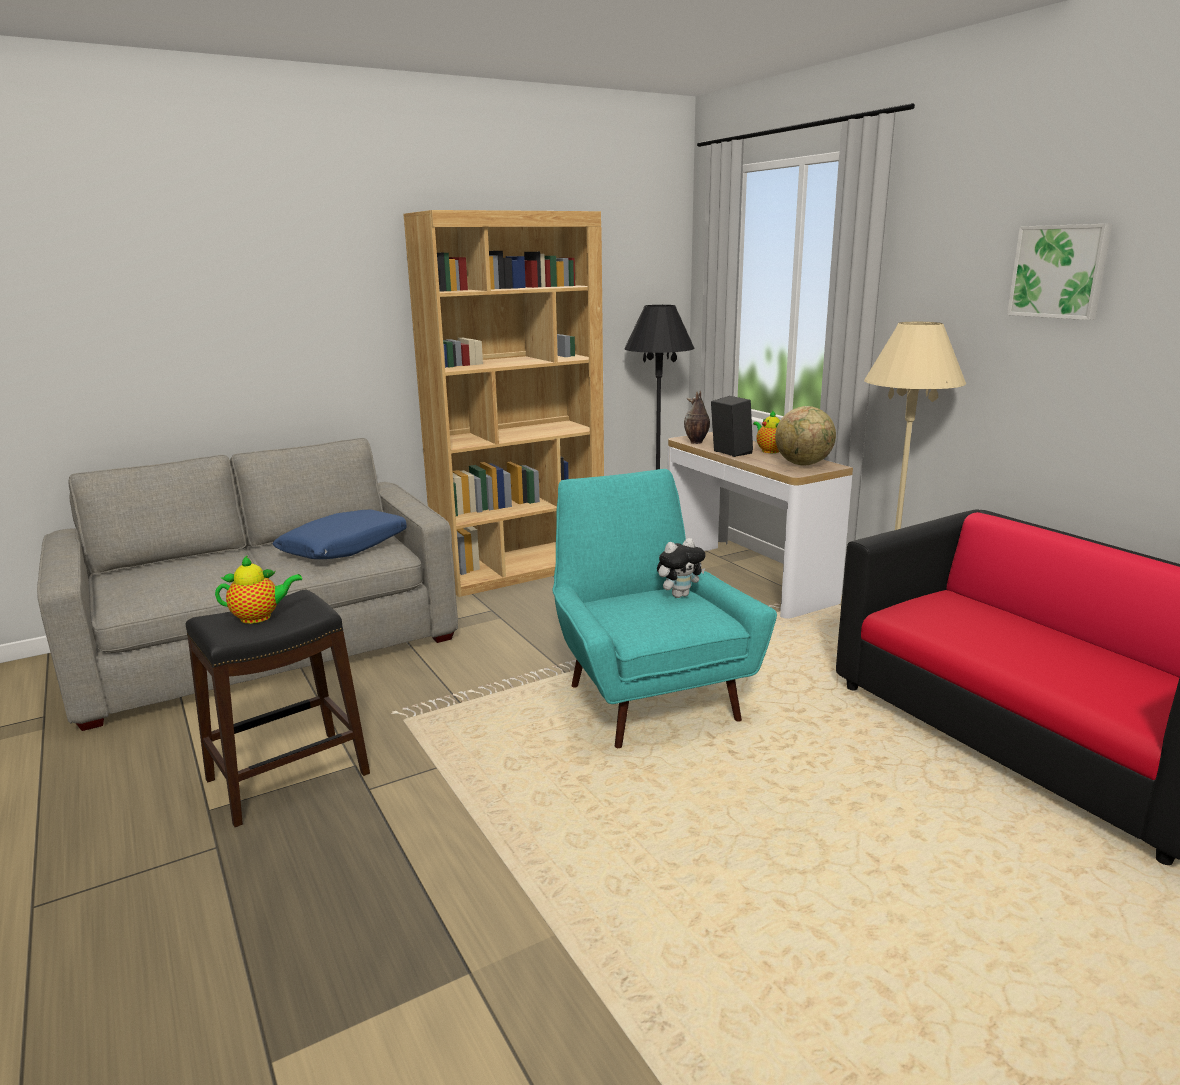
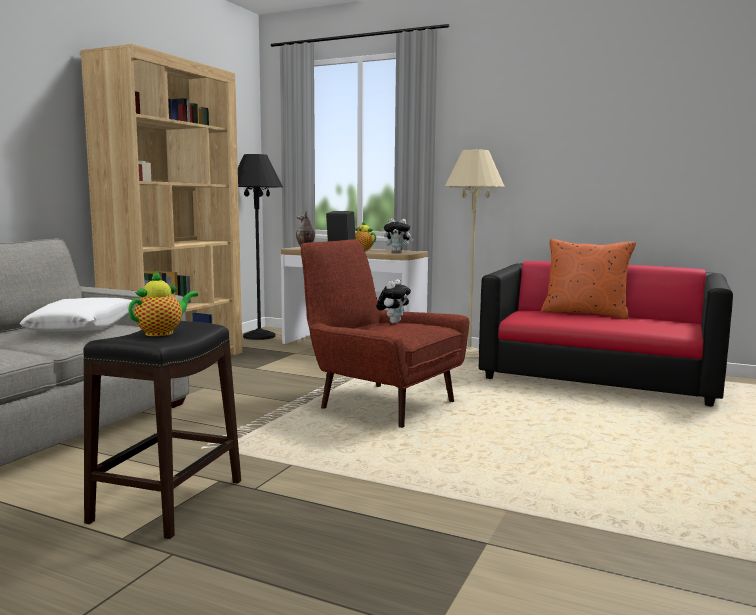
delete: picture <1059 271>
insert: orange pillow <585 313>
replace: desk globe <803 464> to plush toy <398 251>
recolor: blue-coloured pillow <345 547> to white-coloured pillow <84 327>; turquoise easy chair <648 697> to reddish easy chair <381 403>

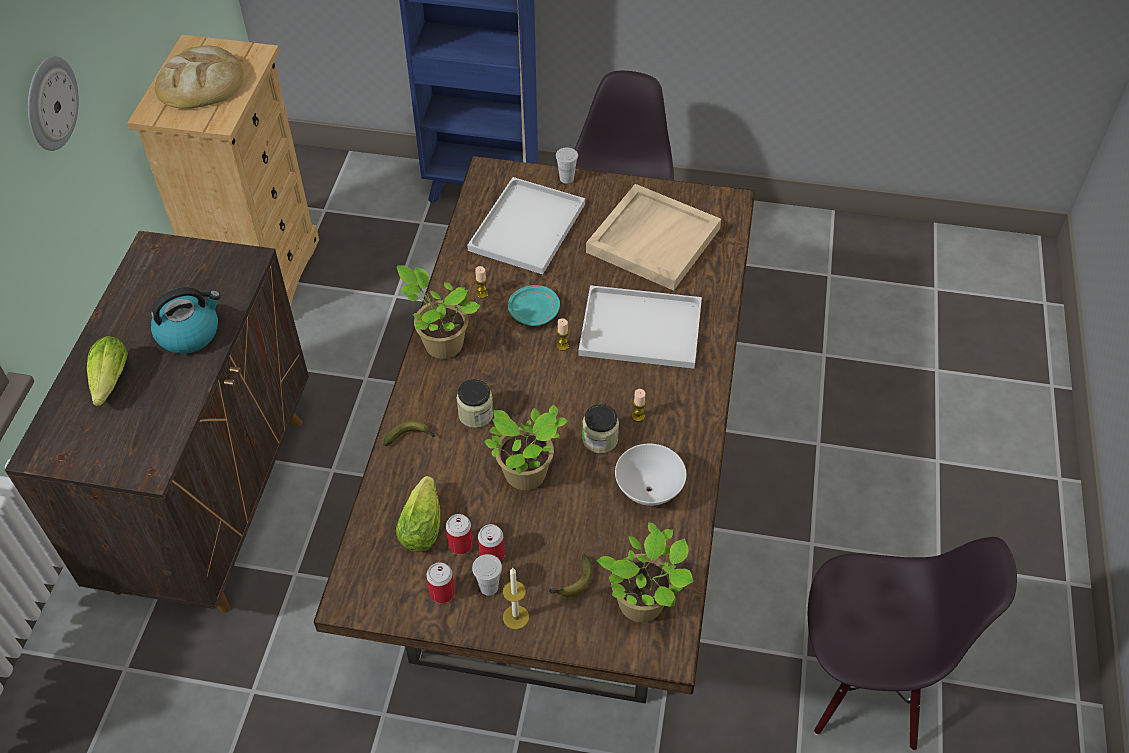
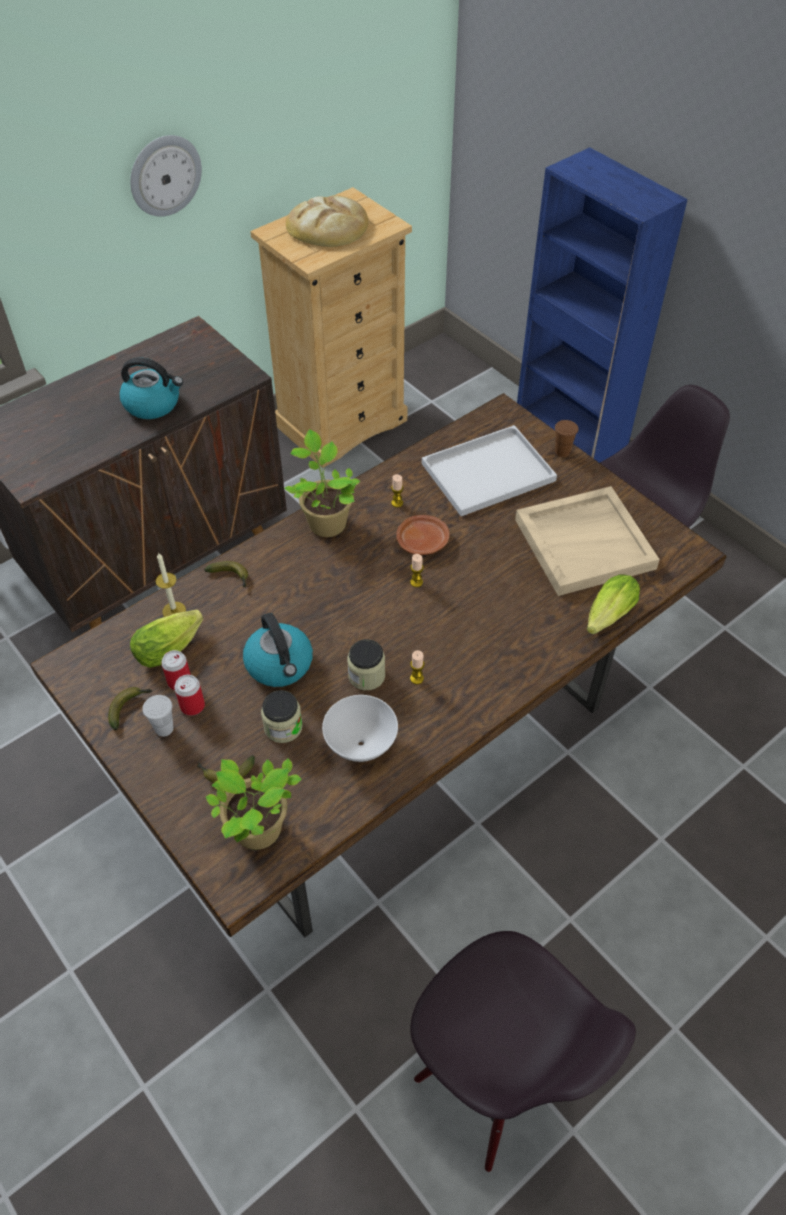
delete: white-coloured serving tray <638 329>
move: wax candle <515 617> to <174 611>; preserve jar <476 414> to <283 727>; lettuce <109 384> to <606 618>
replace: sealed can <442 592> to whole banana <129 708>; houseplant <526 476> to kettle <280 665>
recolor: turquoise flat dish <534 311> to brownish flat dish <422 541>; white-coloured cup <566 178> to brownish cup <562 452>

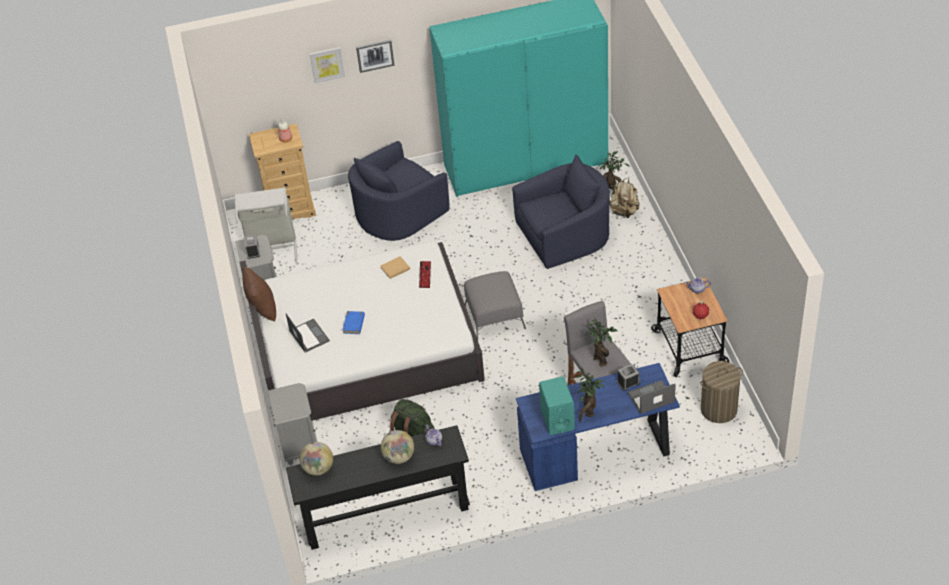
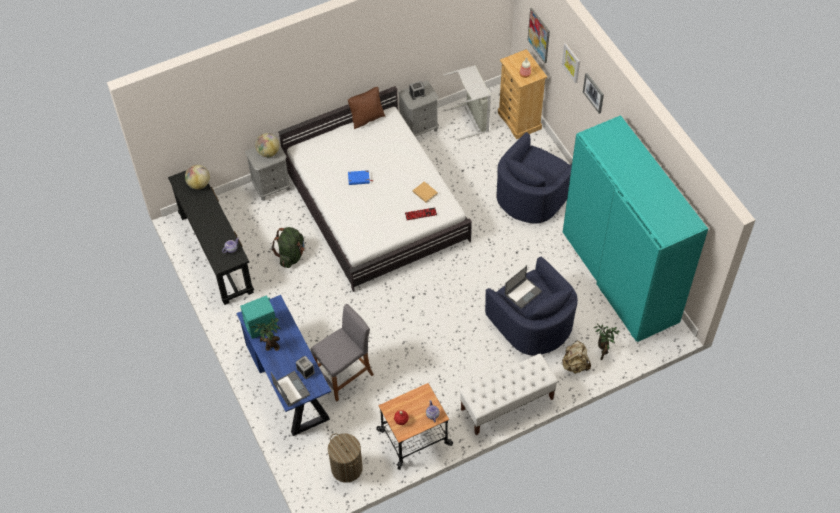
delete: gray pouffe <494 316>; houseplant <600 359>
insert: white-coloured indoor bench <506 404>; picture <539 35>
move: desk globe <399 457> to <268 152>; portable computer <309 335> to <523 292>
rotate: blue-coloured easy chair <398 213> = <532 194> 90 degrees counterclockwise

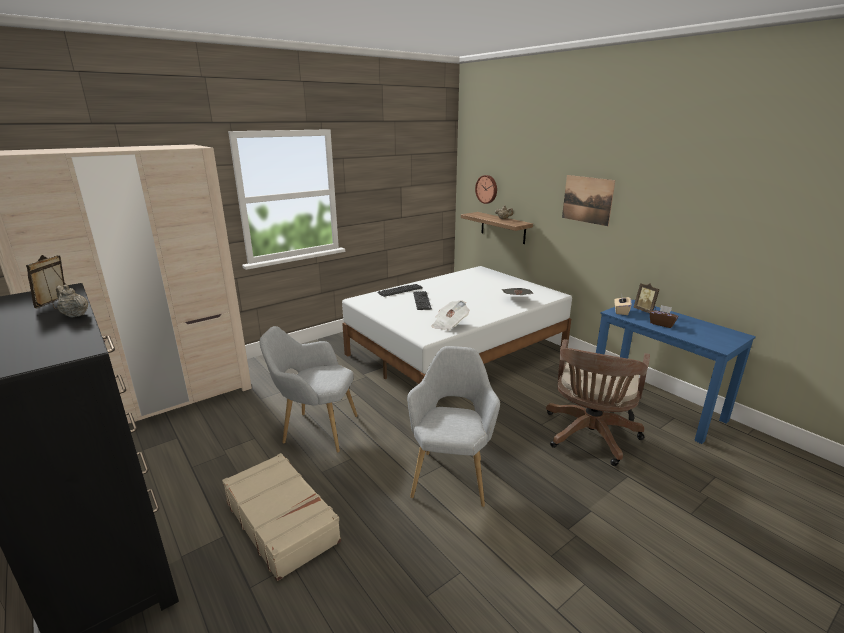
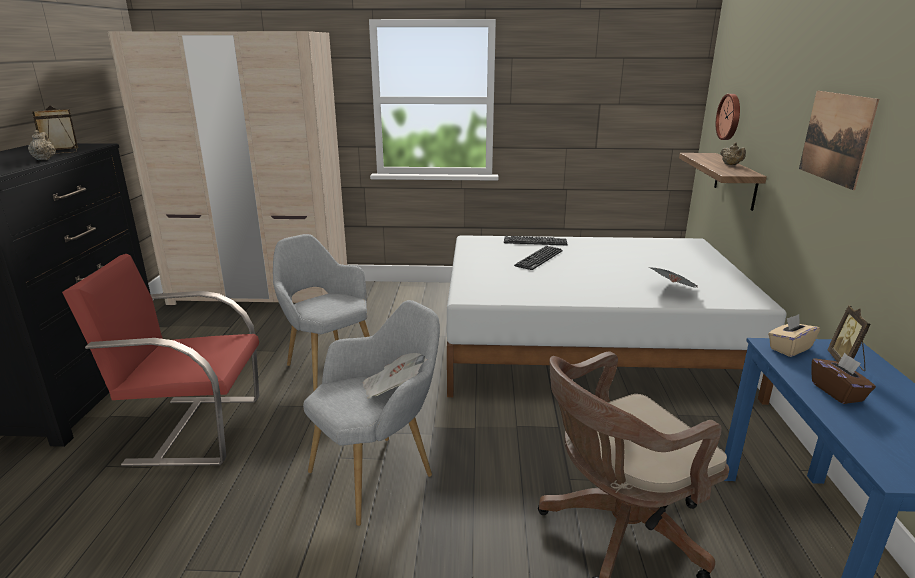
move: daily paper <449 324> to <394 388>
replace: beige-coloured travel case <282 521> to reddish easy chair <194 429>

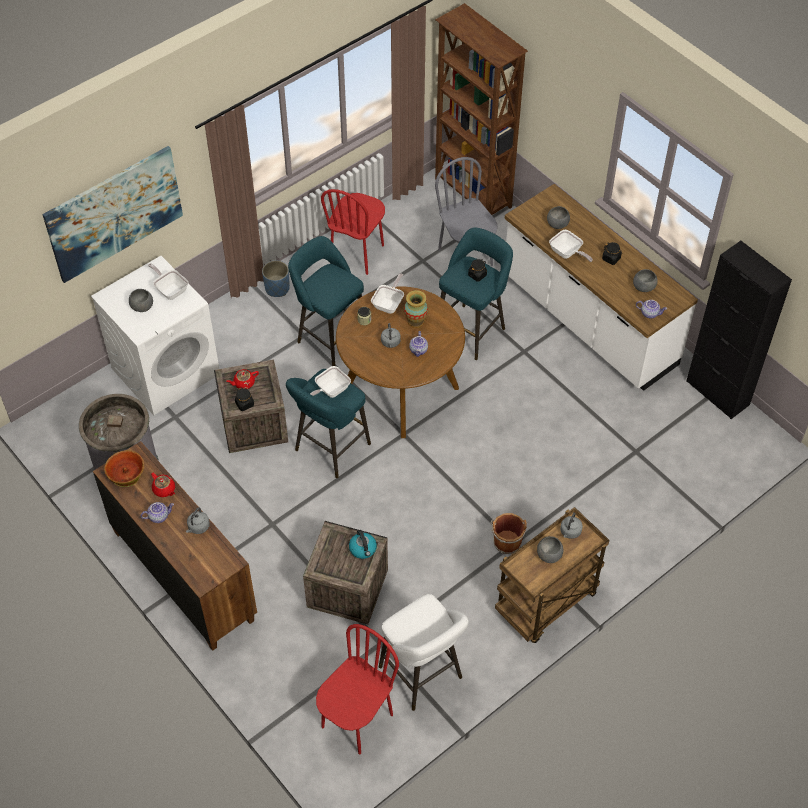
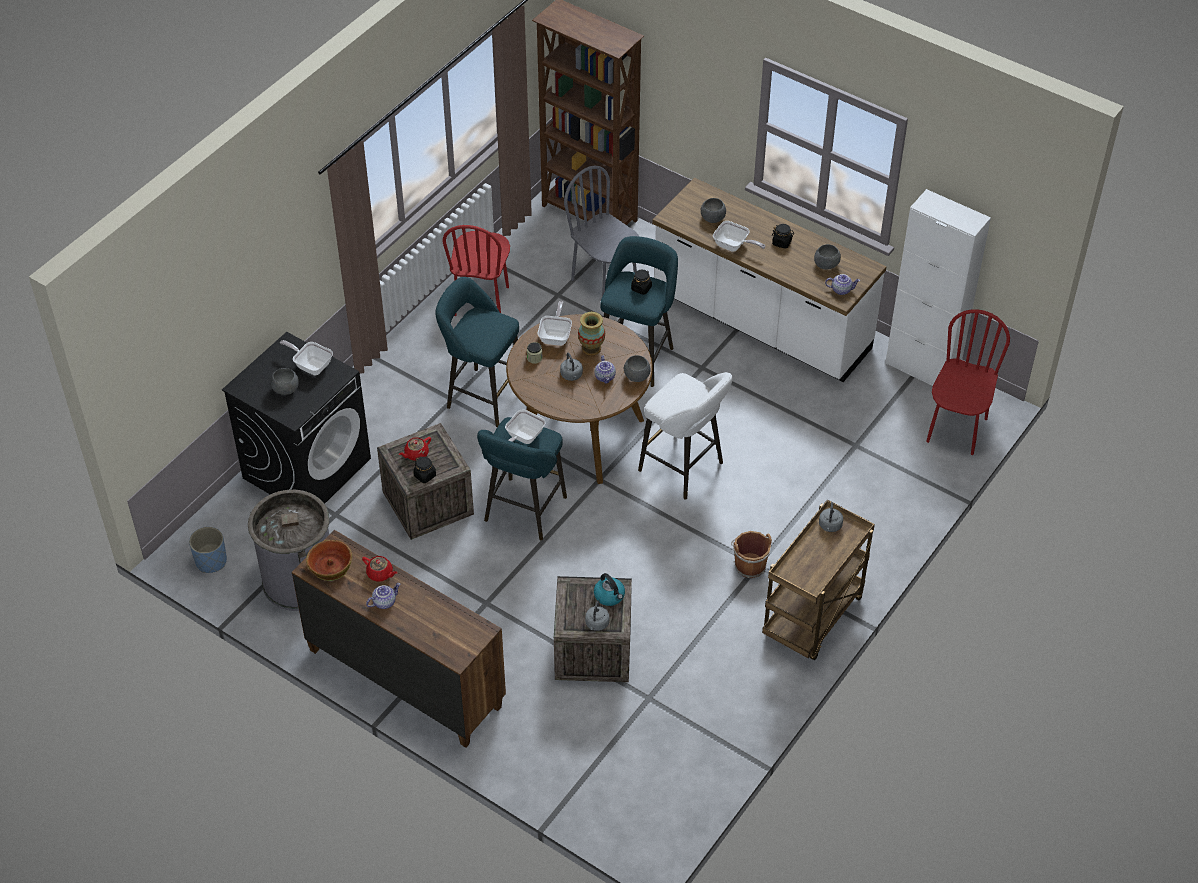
delete: picture <114 213>
move: blue-coloured plant pot <277 288> to <211 561>; gray kettle <198 527> to <596 624>; gray deep dish <548 555> to <636 377>; white-coloured stool seat <423 675> to <684 469>; reddish upright chair <356 720> to <956 430>
recolor: white-coloured laundry machine <166 370> to blackish laundry machine <307 467>; blackish storage cabinet <717 393> to white-coloured storage cabinet <922 369>

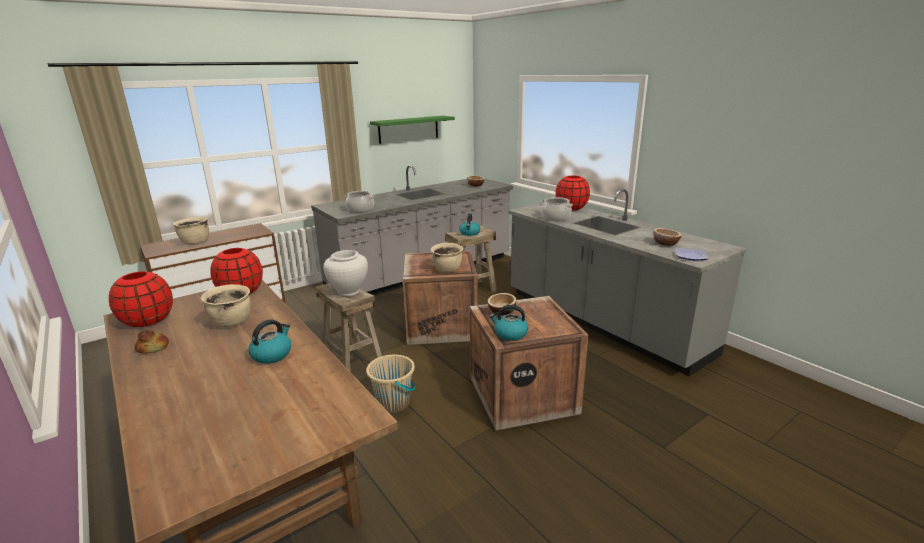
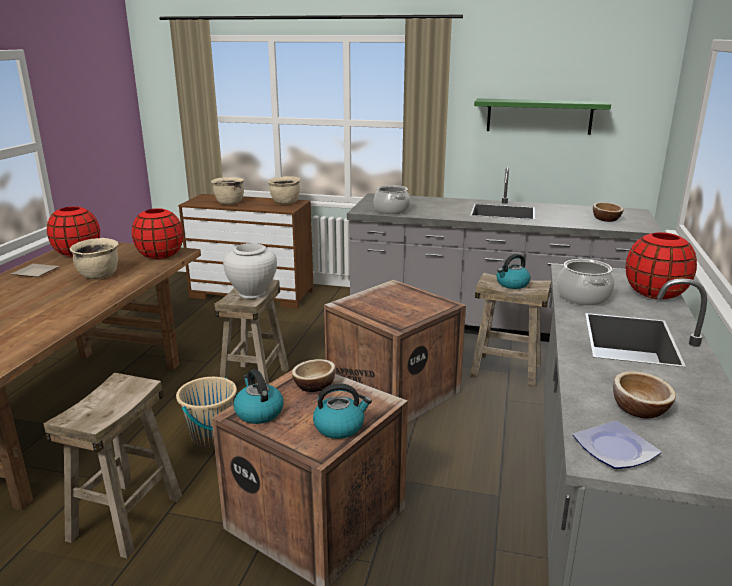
insert: beige-coloured stool seat <126 517>
move: beige-coloured cooking pot <447 270> to <285 203>; kettle <272 354> to <340 427>
replace: baked bread <153 347> to flat dish <35 272>

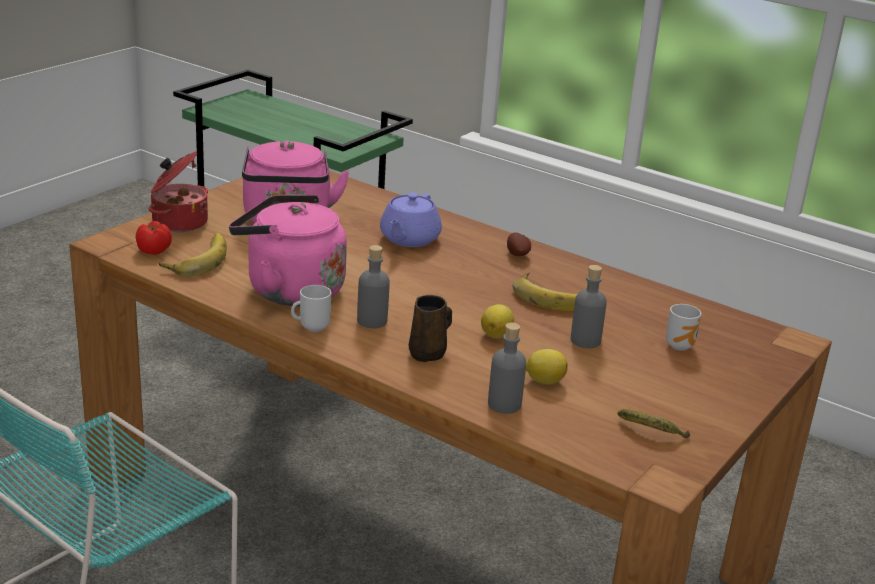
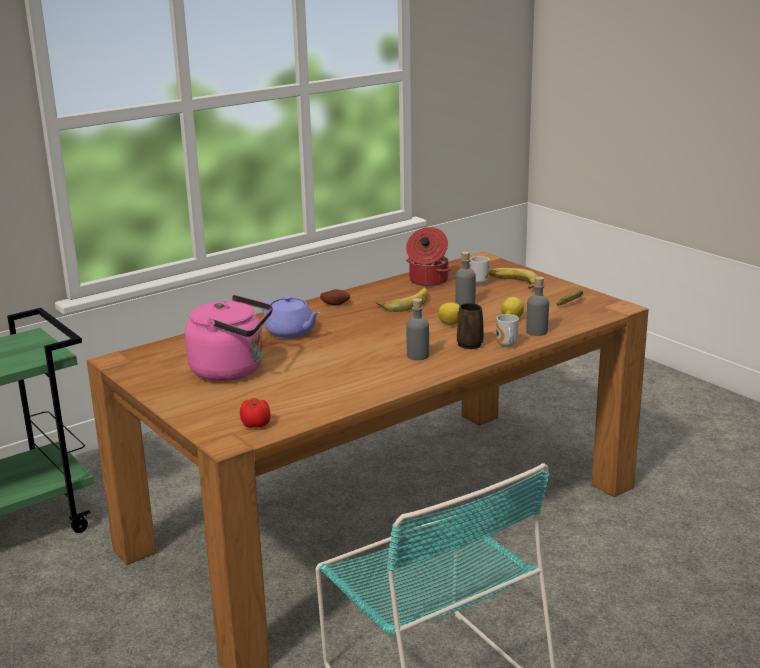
delete: pink-coloured kettle <289 289>
move: cooking pot <178 222> to <427 281>; whole banana <196 259> to <513 283>; tea mug <312 327> to <506 345>

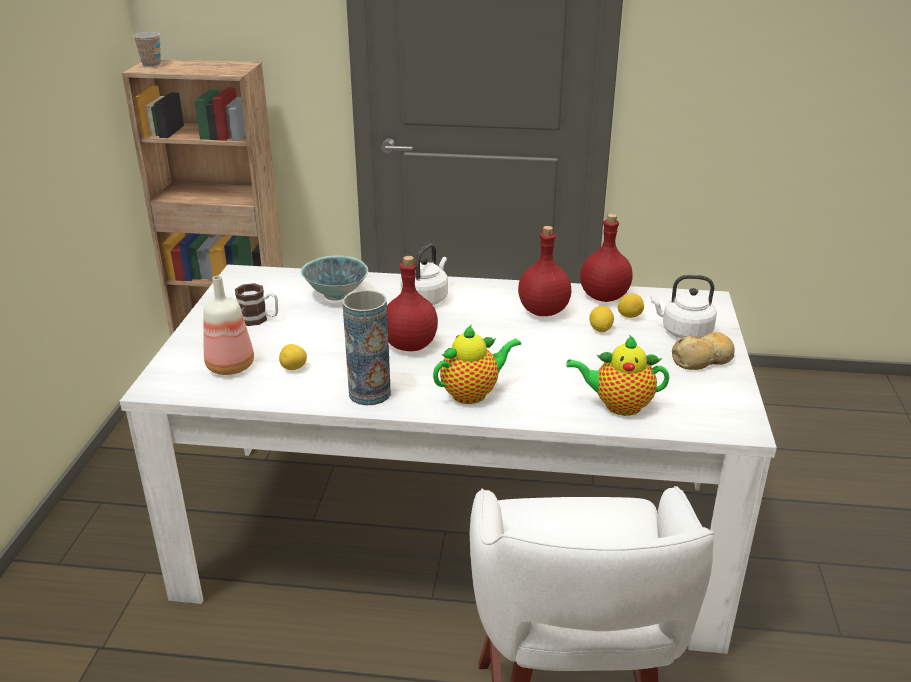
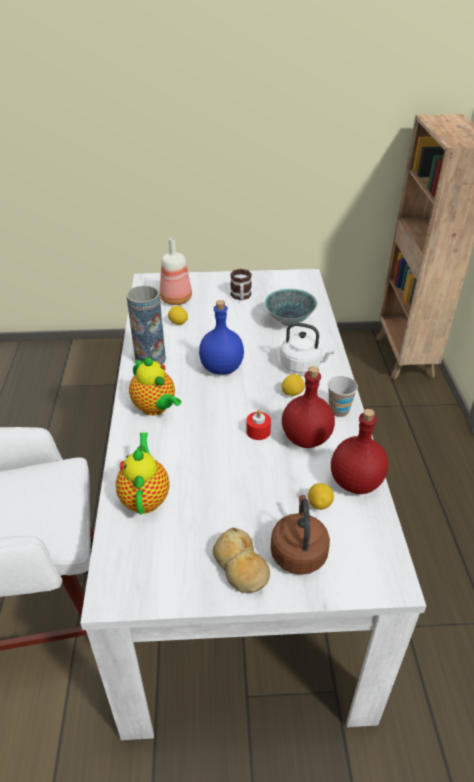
insert: reddish wax candle <258 431>
move: whole lemon <600 329> to <292 393>; cup <151 65> to <339 410>
recolor: reddish drink bottle <411 345> to blue-coloured drink bottle <221 368>; white-coloured kettle <683 332> to brownish kettle <298 551>

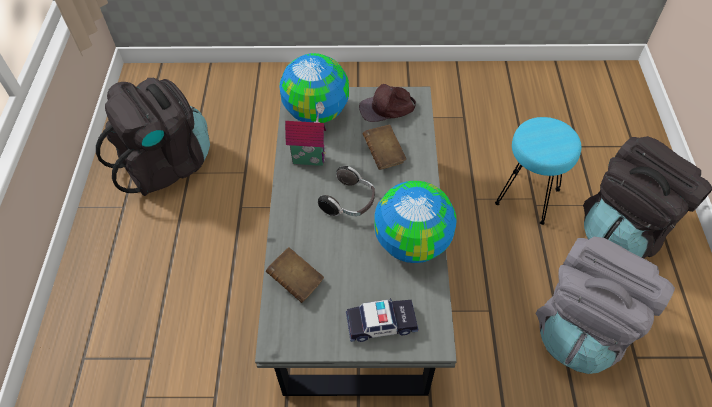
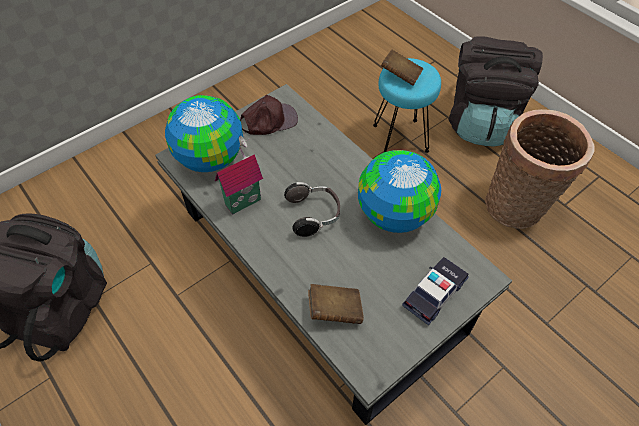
move: brownish bound book <384 154> to <400 76>
replace: gray knapsack <583 327> to basket <517 207>
rotate: brownish cap <387 108> = <268 120> 150 degrees counterclockwise

